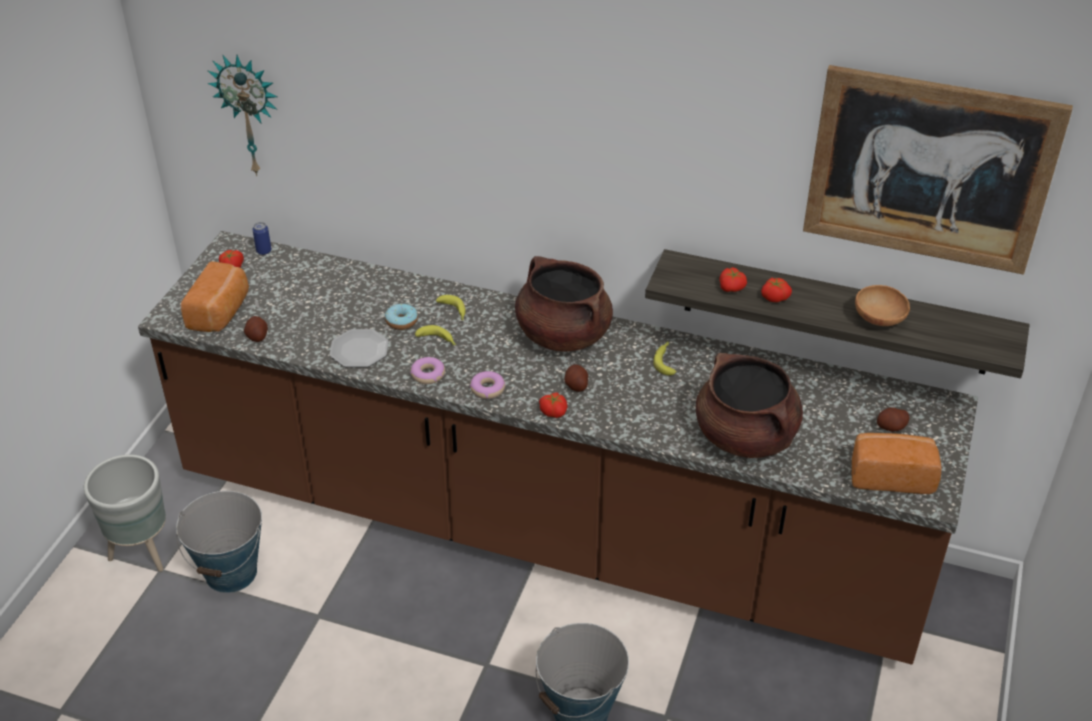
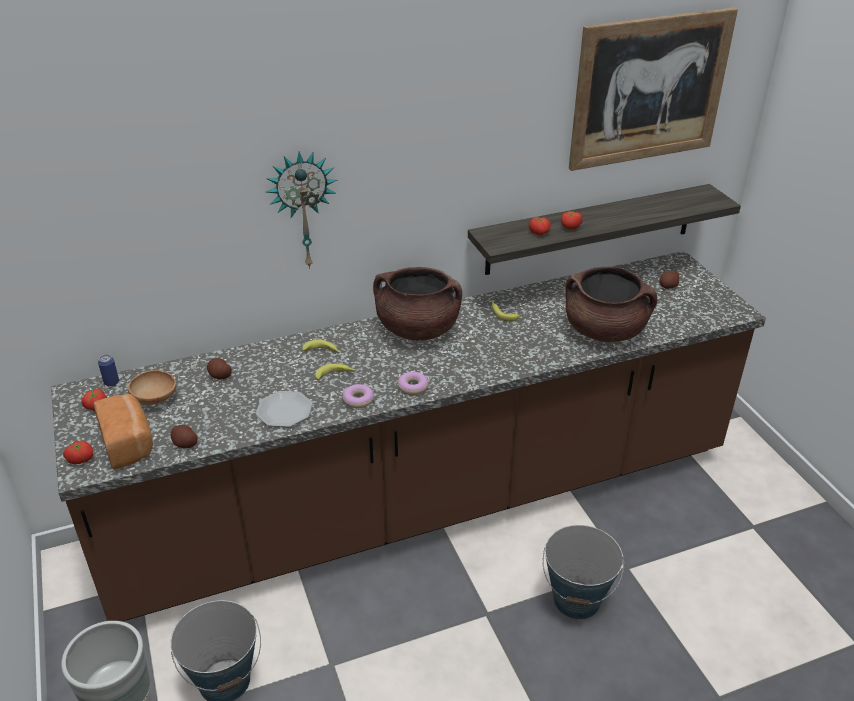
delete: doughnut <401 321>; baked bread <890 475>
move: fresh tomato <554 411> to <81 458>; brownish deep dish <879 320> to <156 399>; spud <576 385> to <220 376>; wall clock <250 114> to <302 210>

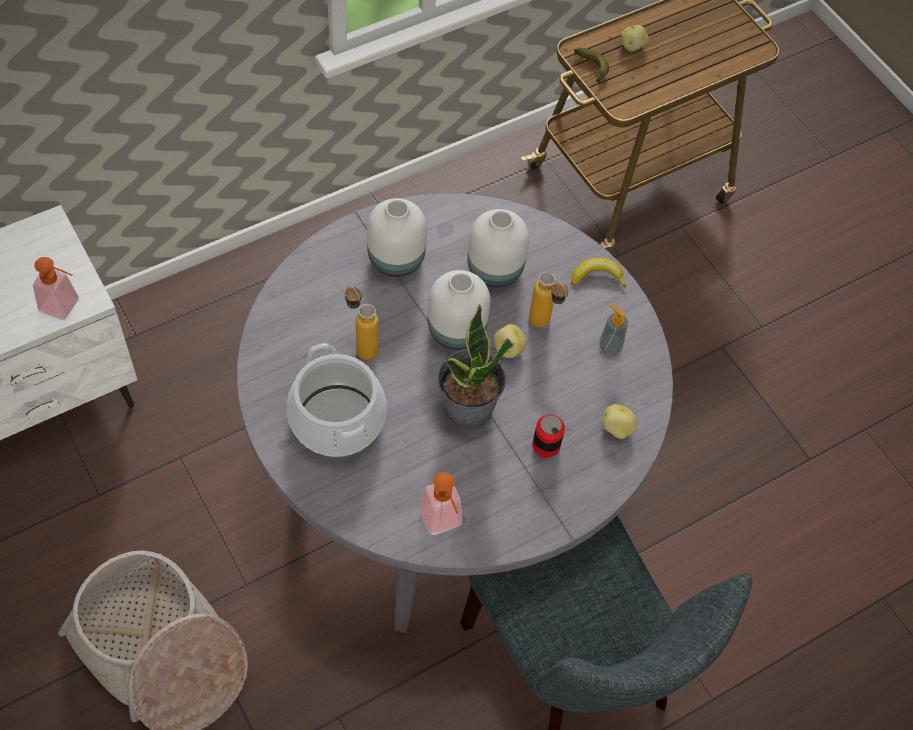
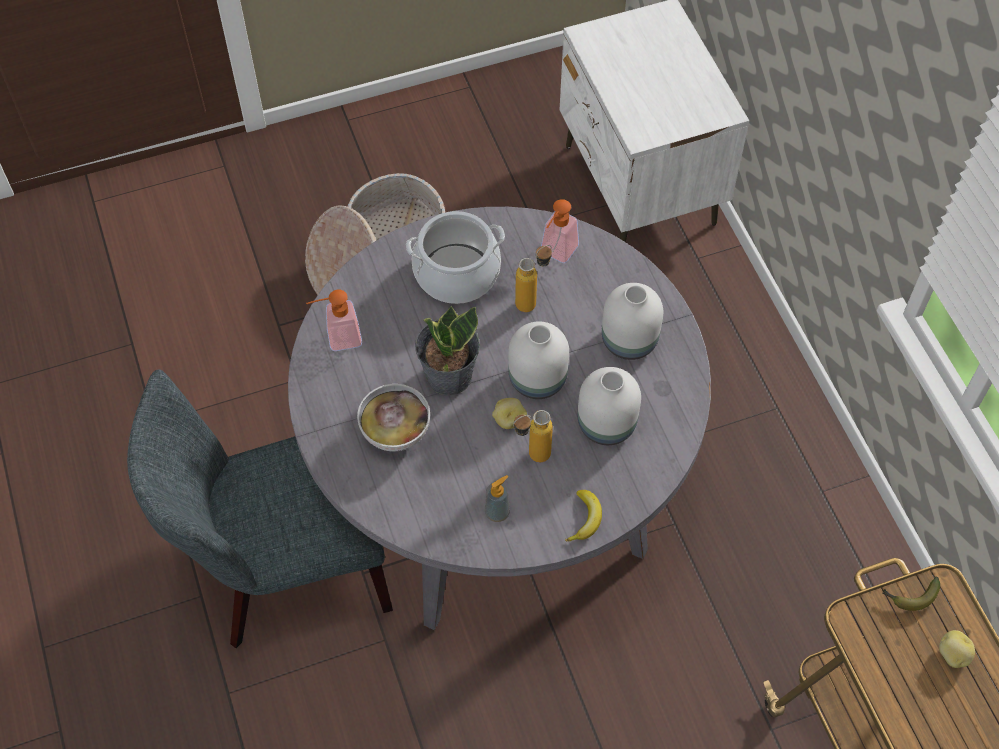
delete: spud <616 429>
move: liquid soap bottle <65 307> to <556 253>
replace: sealed can <546 445> to deep dish <396 432>

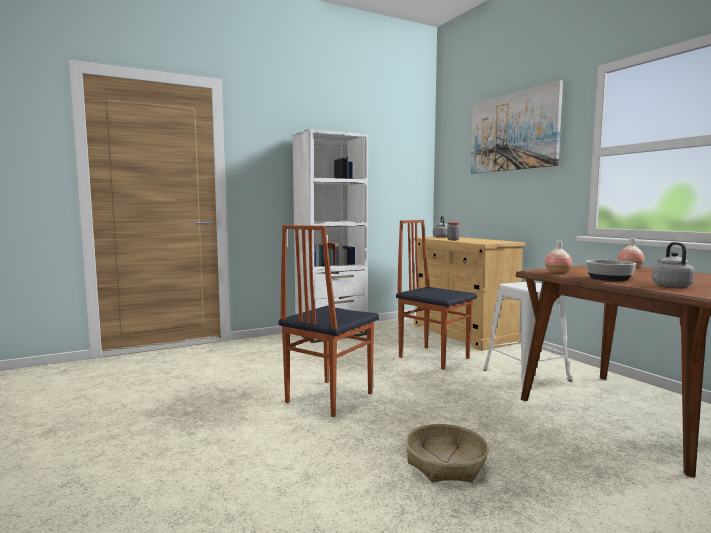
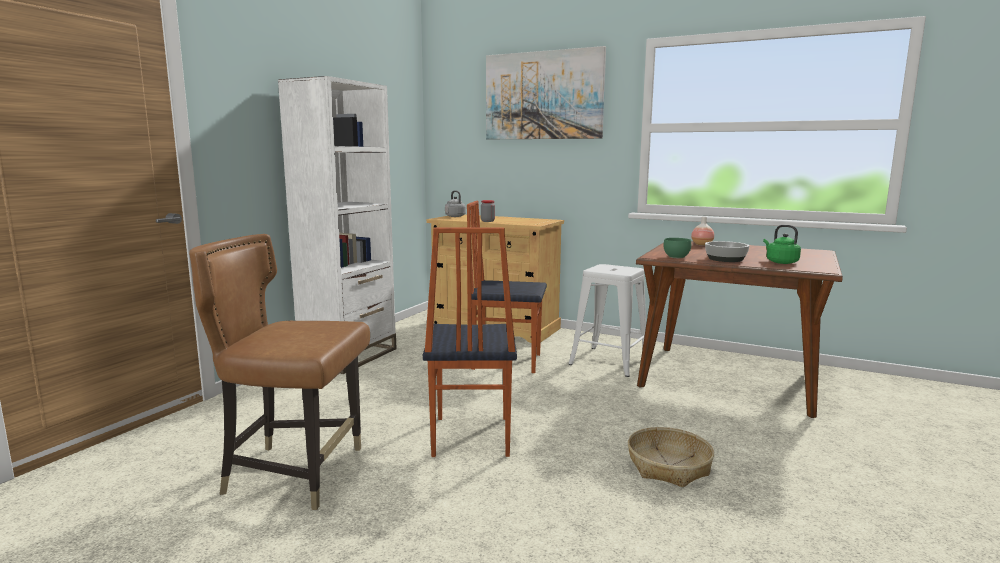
insert: brownish upright chair <294 473>
replace: flower vase <557 273> to greenish deep dish <675 257>
recolor: gray kettle <670 285> to greenish kettle <780 262>

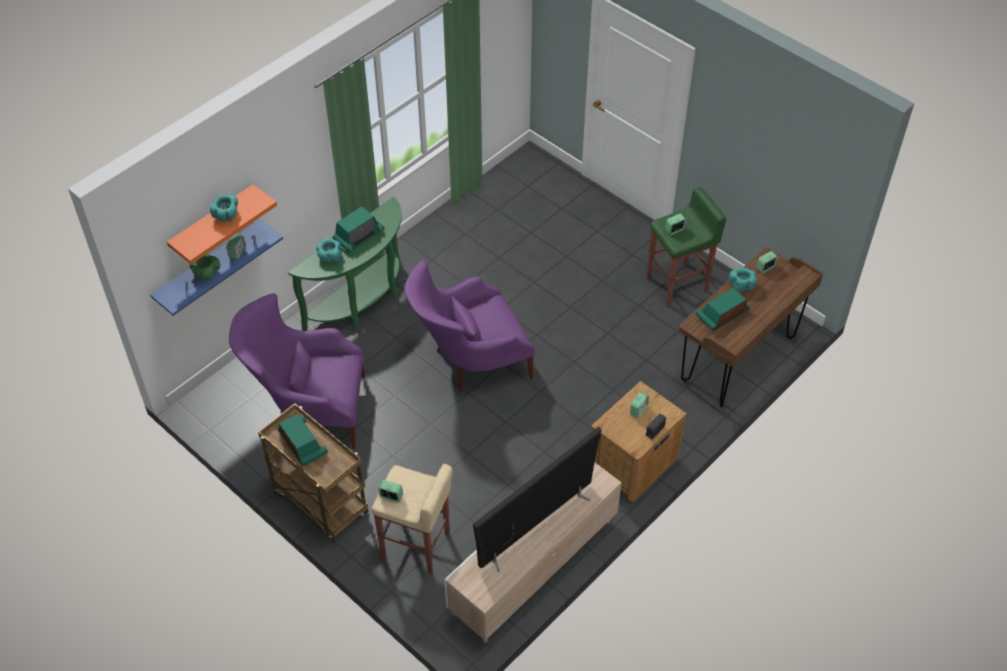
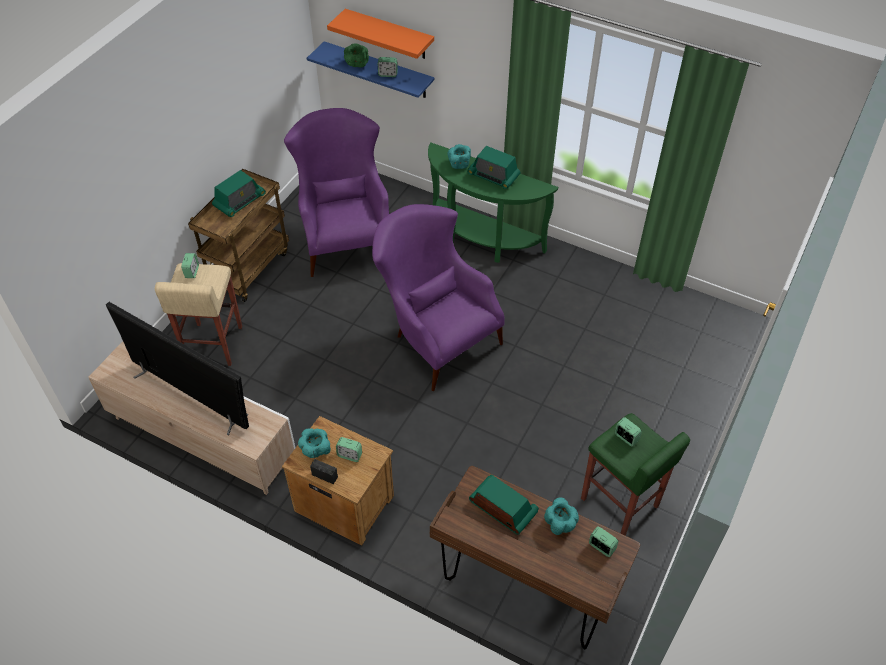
move: turquoise deep dish <227 216> to <315 450>

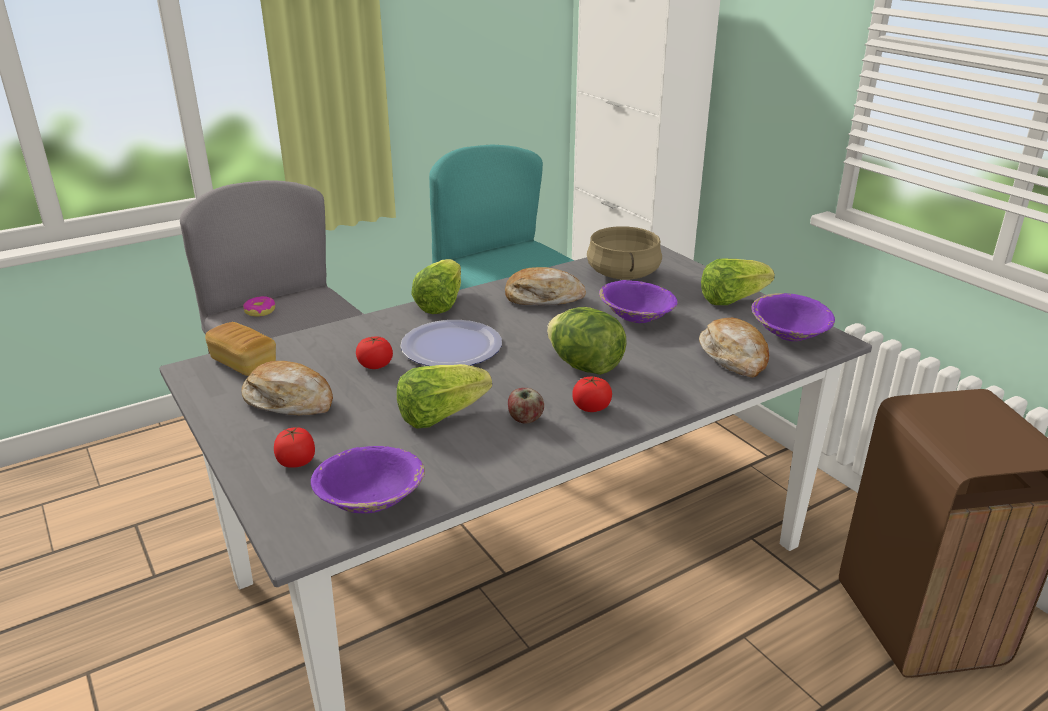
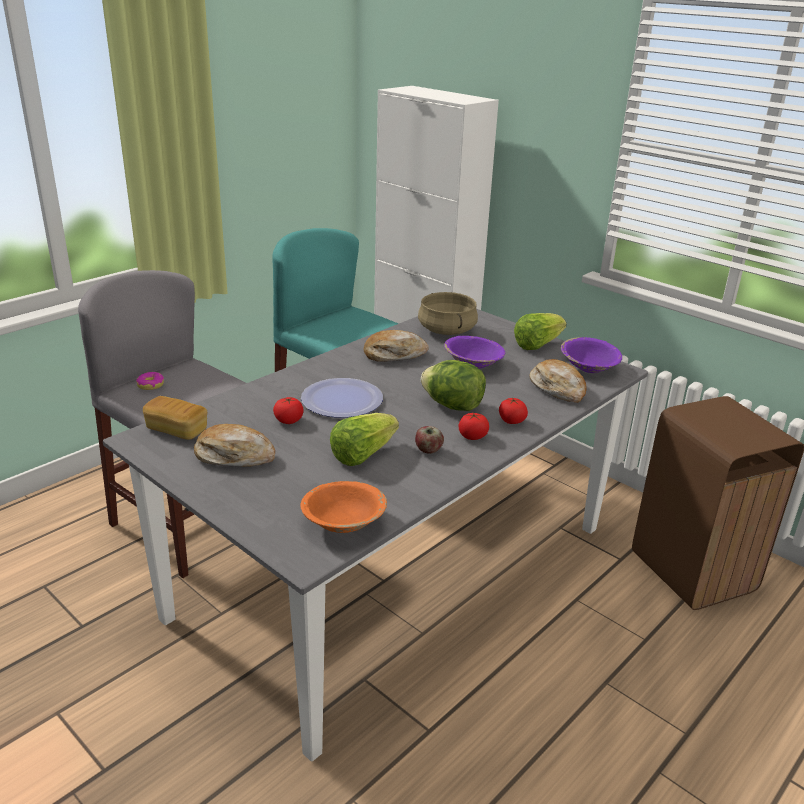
delete: lettuce <440 303>
move: fresh tomato <296 462> to <511 421>
recolor: purple deep dish <370 500> to orange deep dish <343 523>

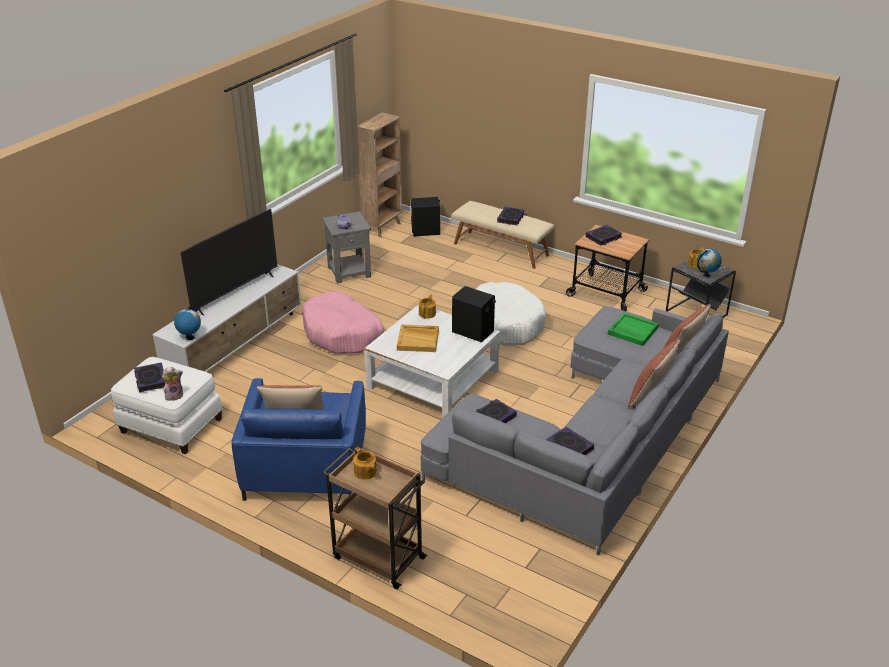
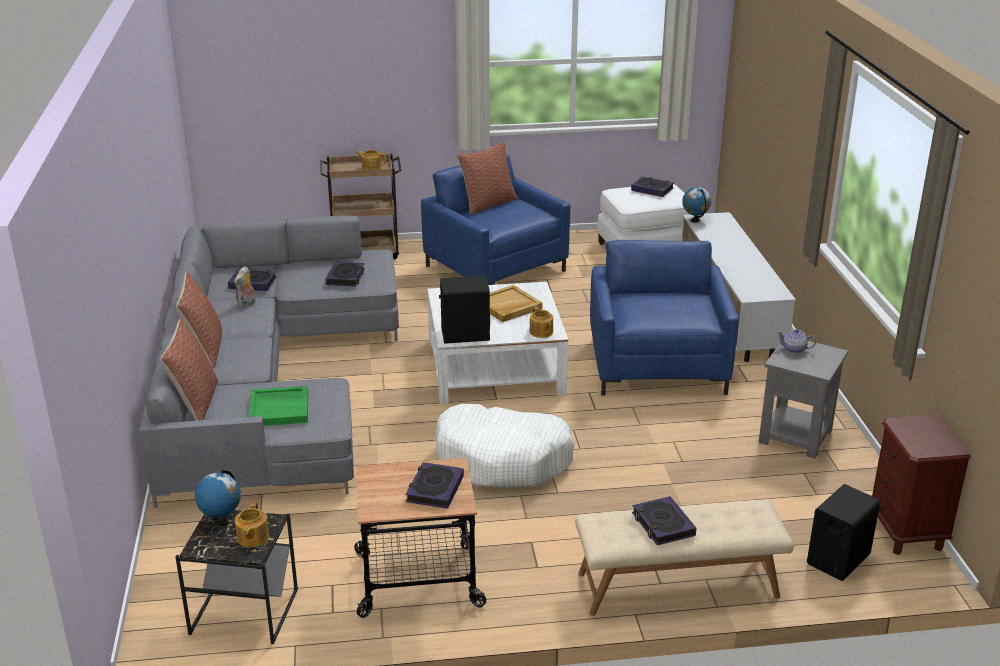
delete: television <235 293>
move: plush toy <174 395> to <247 305>
replace: pink-coloured pet bed <342 334> to blue-coloured easy chair <657 366>; brownish shelving unit <382 227> to brownish nightstand <905 531>

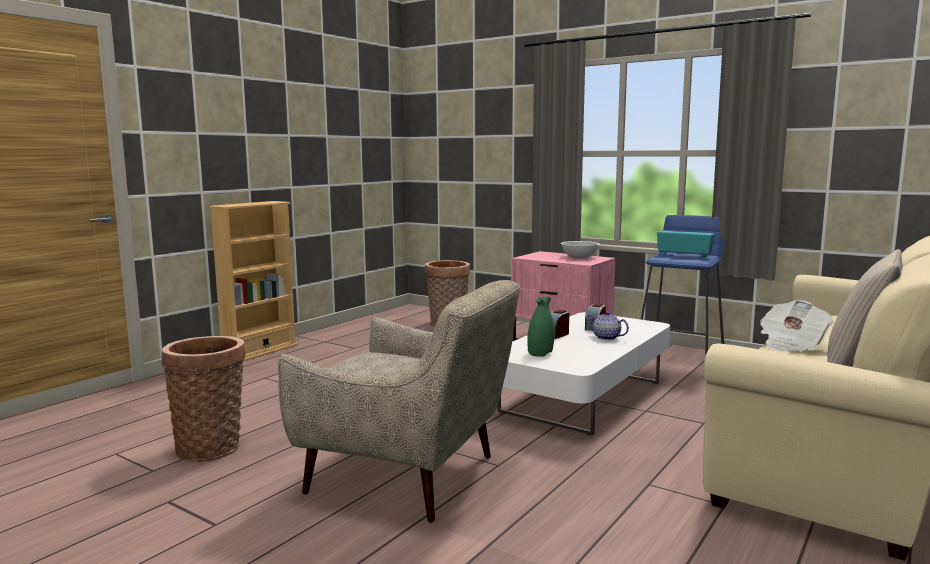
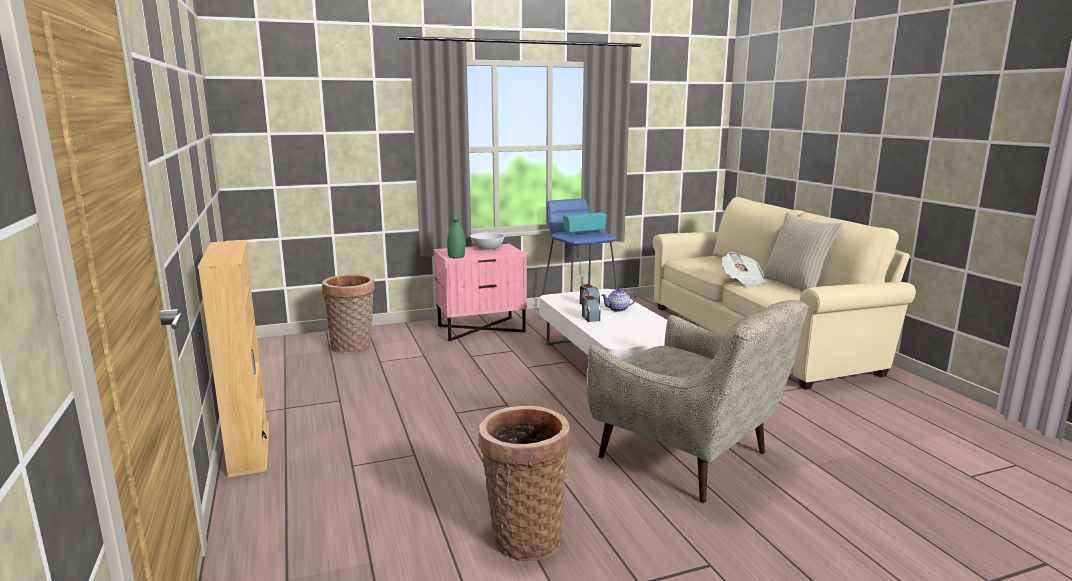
move: greenish flower vase <540 353> to <456 256>
rotate: beige-coloured easy chair <411 477> = <690 459> 75 degrees clockwise

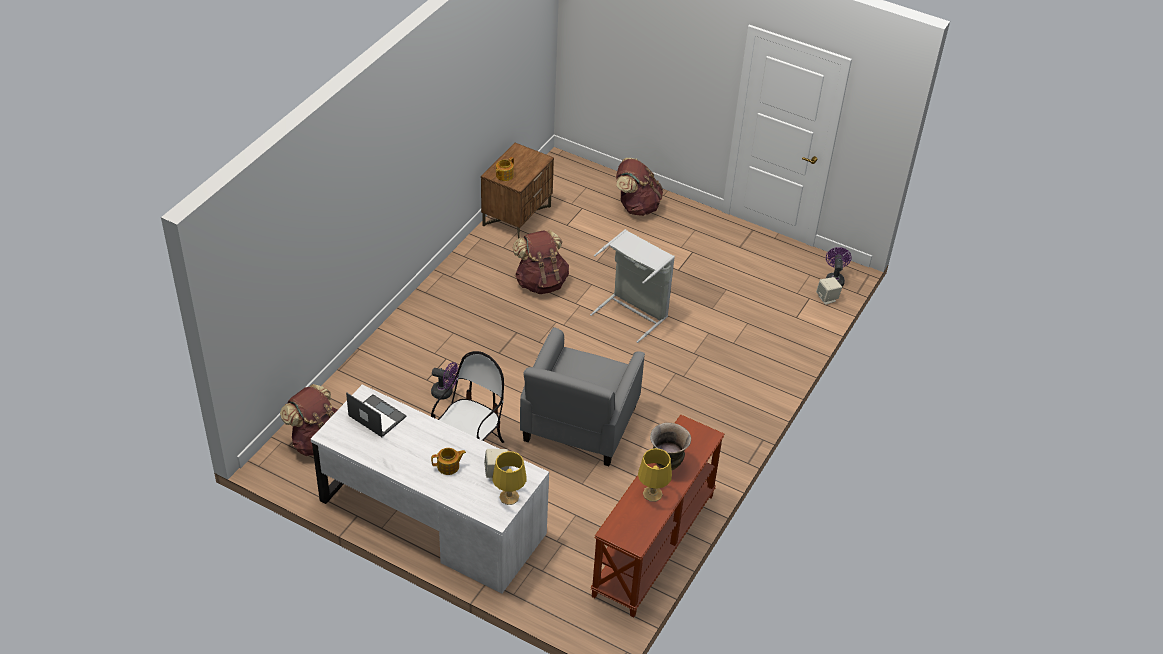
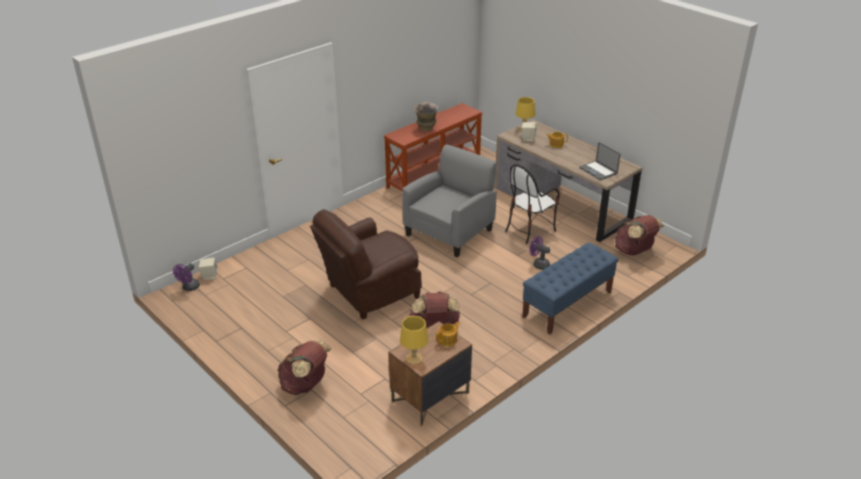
insert: blue-coloured indoor bench <567 304>
move: yellow-coloured tabletop lamp <653 493> to <413 358>
replace: gray washing basket <633 312> to brownish easy chair <369 292>
recolor: white-coloured desk unit <432 518> to brownish desk unit <561 204>

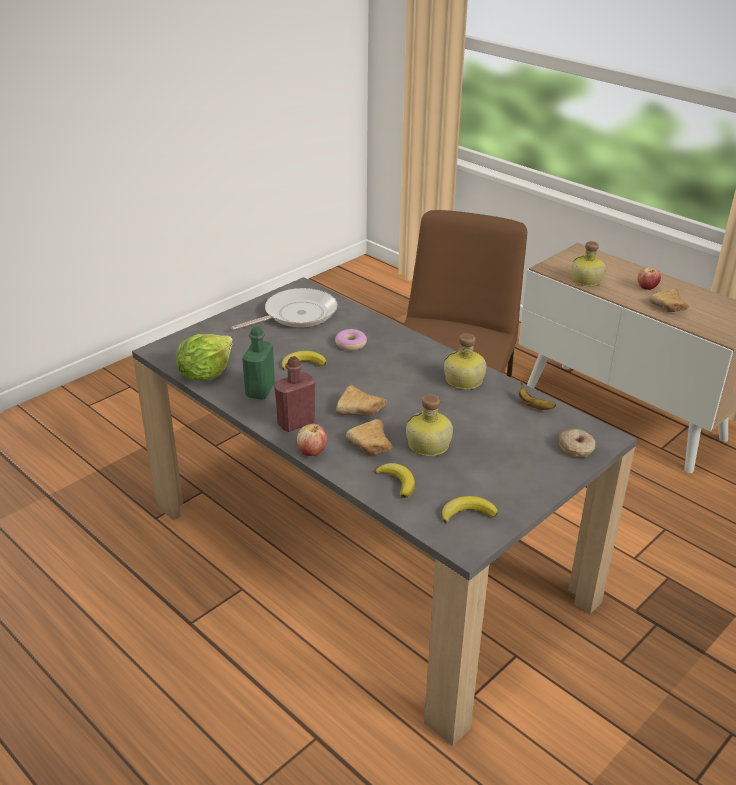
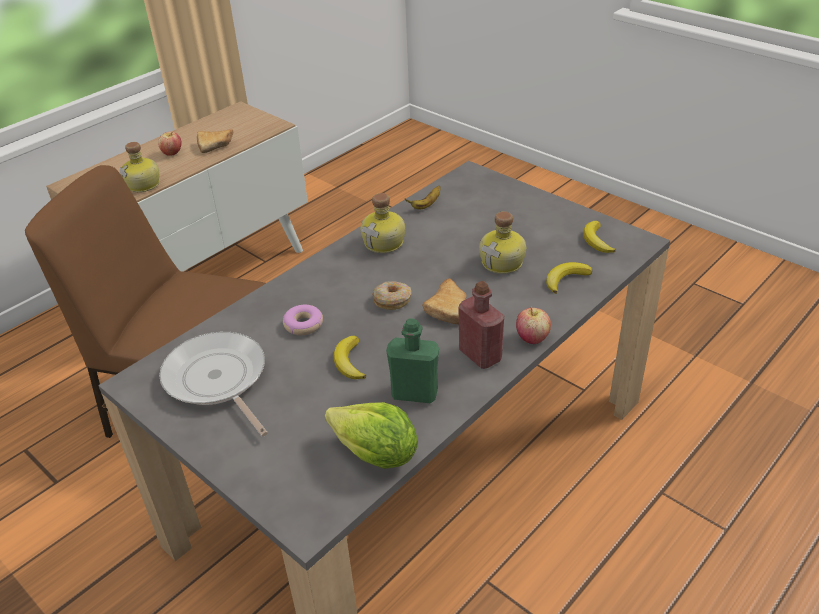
delete: baked bread <372 447>
move: doughnut <576 448> to <392 300>

